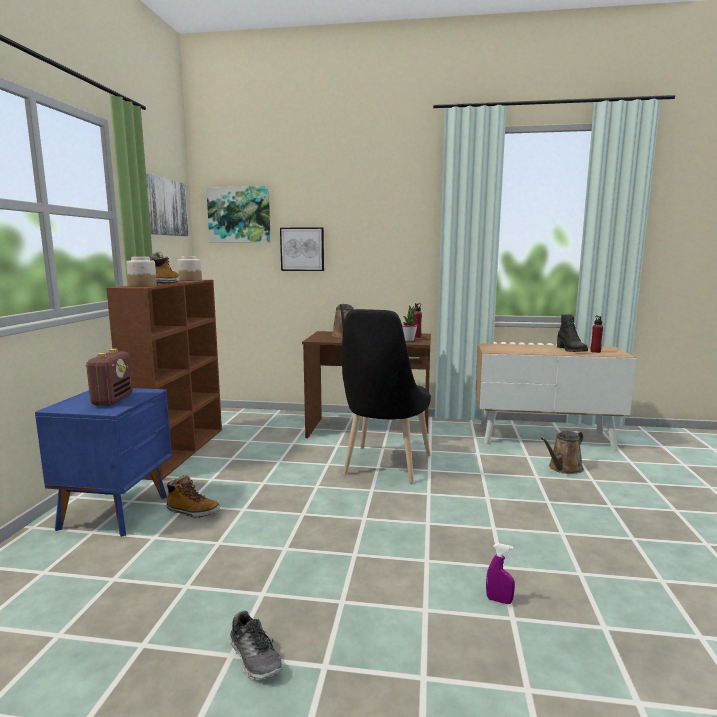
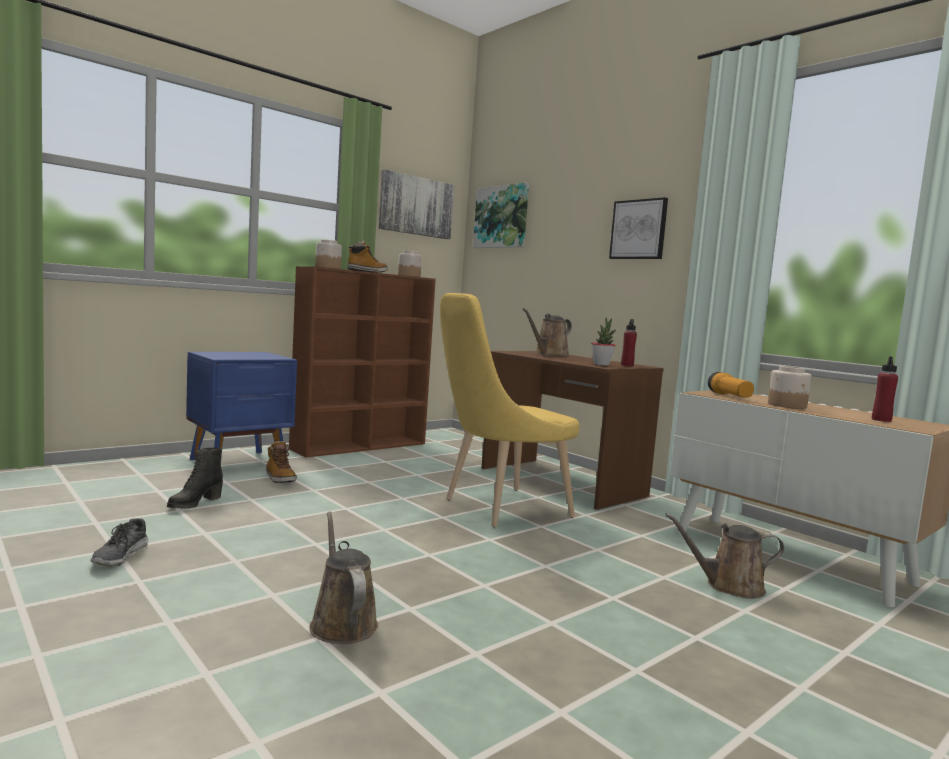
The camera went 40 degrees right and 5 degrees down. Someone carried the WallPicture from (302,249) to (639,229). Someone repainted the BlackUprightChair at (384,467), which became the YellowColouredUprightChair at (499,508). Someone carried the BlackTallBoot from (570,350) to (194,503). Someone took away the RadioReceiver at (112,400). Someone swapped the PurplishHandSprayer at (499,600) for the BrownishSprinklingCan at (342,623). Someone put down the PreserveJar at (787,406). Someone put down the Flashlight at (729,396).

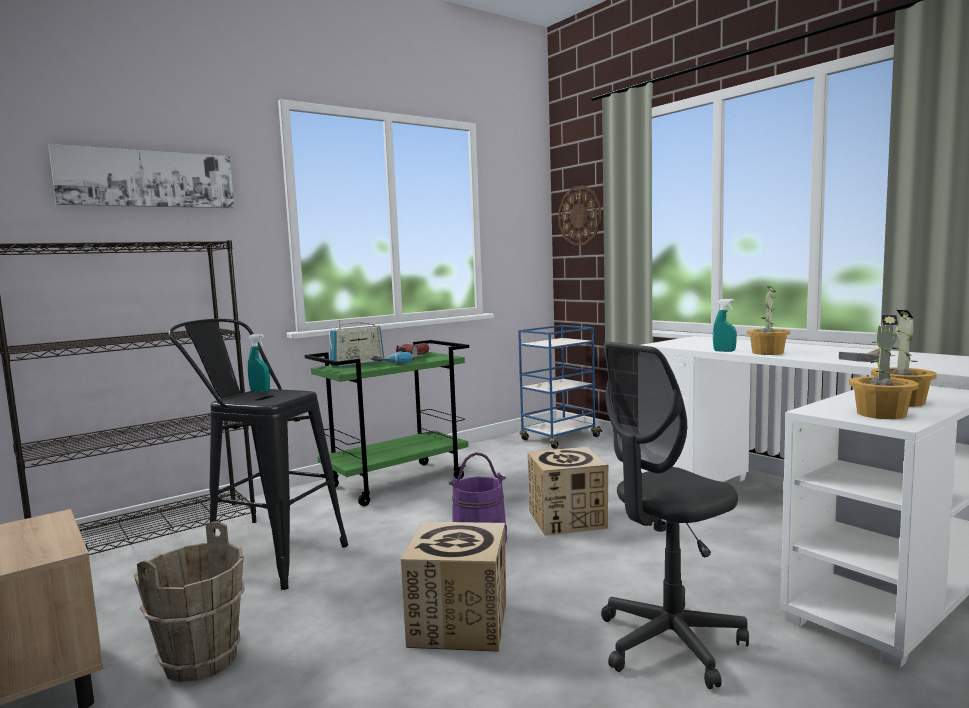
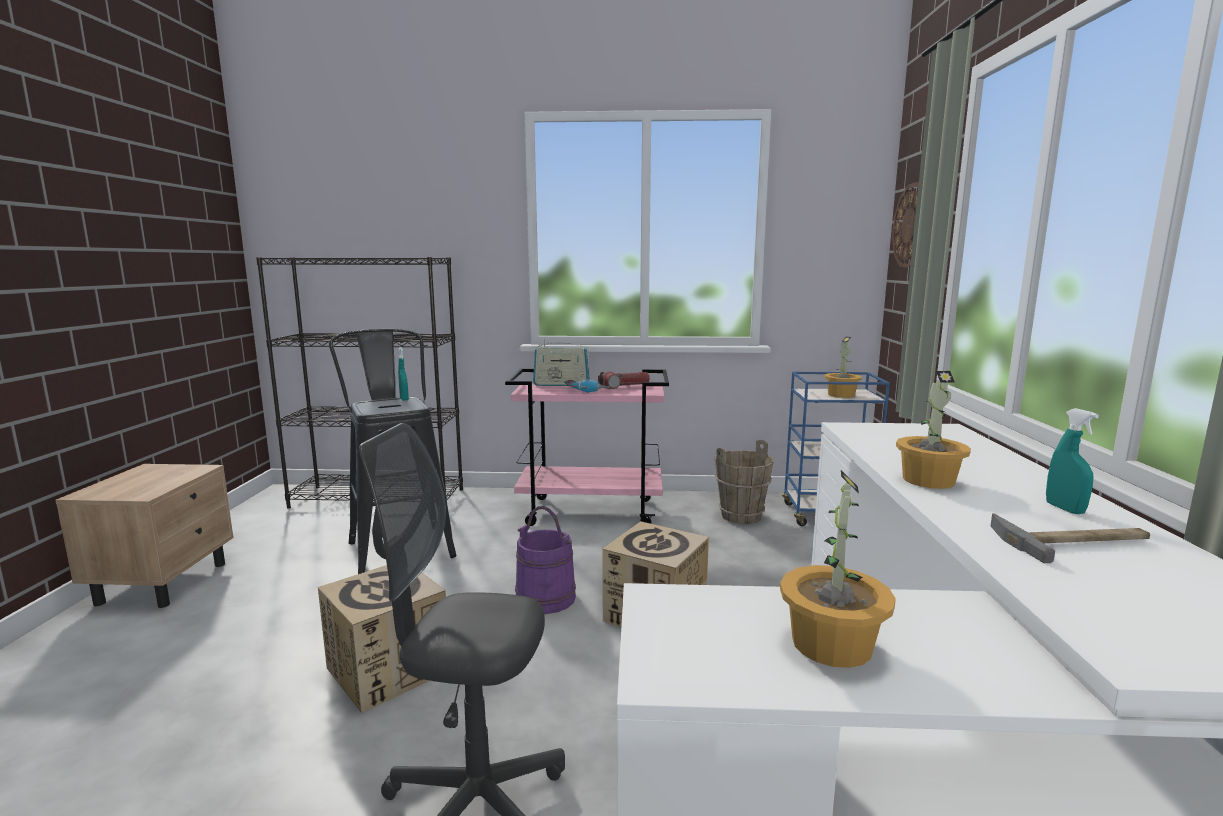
The camera went 40 degrees right and 5 degrees up. Someone took away the WallPicture at (147,179). Someone carried the TurquoiseHandSprayer from (724,351) to (1064,509). Someone carried the PlantInAPot from (881,414) to (841,395). Someone repainted the GreenishCart at (397,482), which became the PinkColouredCart at (592,512). Someone carried the BrownishWaterBucket from (202,661) to (741,516).

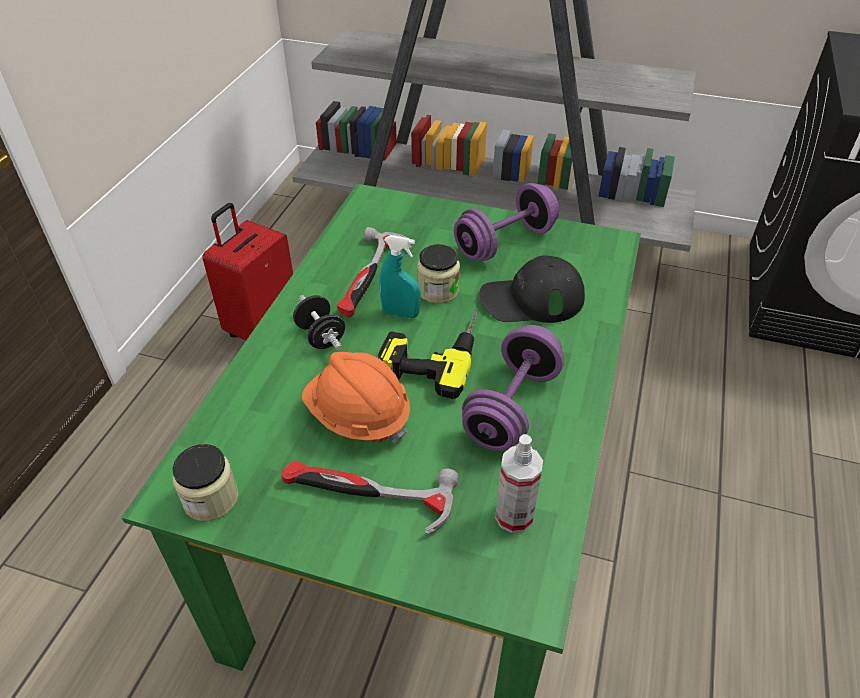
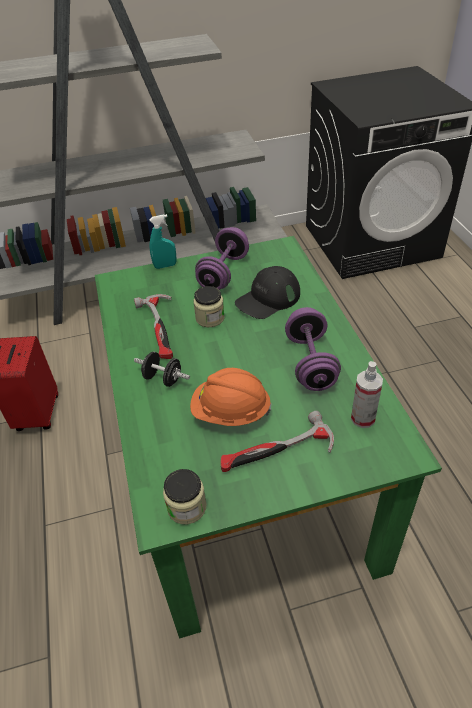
The camera went 30 degrees left and 0 degrees up. Someone carried the TurquoiseHandSprayer from (400,313) to (165,266). Someone took away the Drill at (432,352).

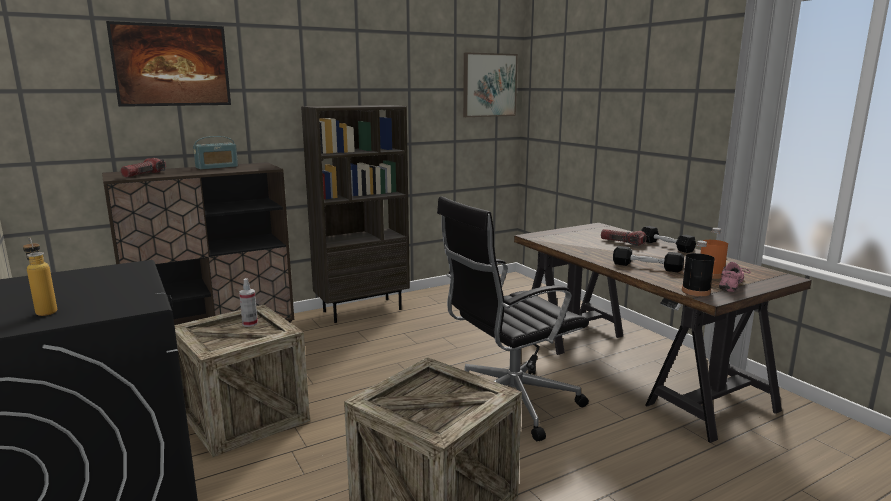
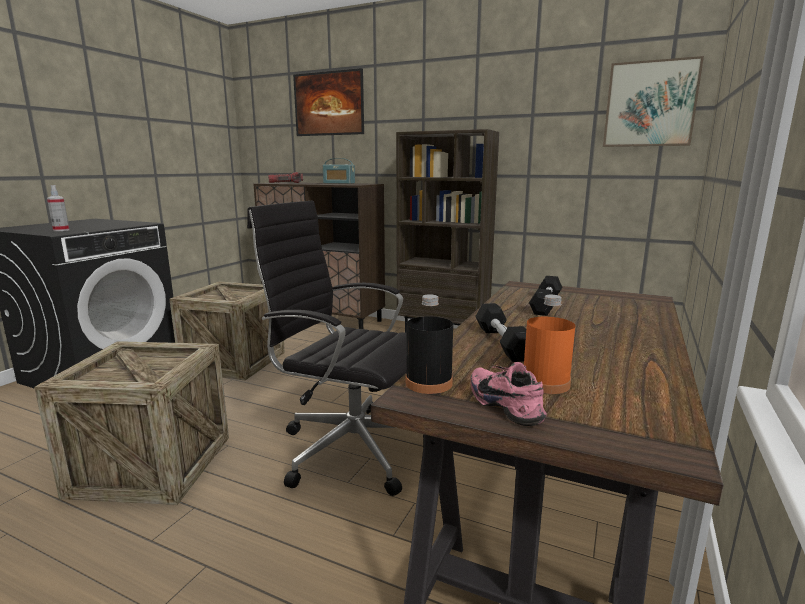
The camera went 55 degrees right and 0 degrees up. Someone carried the BlackFreeWeight from (666,246) to (545,304). Someone took away the Flashlight at (622,243). Someone took away the BeverageBottle at (45,311). Someone rotated the PinkColouredItemOfFootwear at (733,286) by 120 degrees counterclockwise. Someone carried the HandSprayer from (250,323) to (61,230).

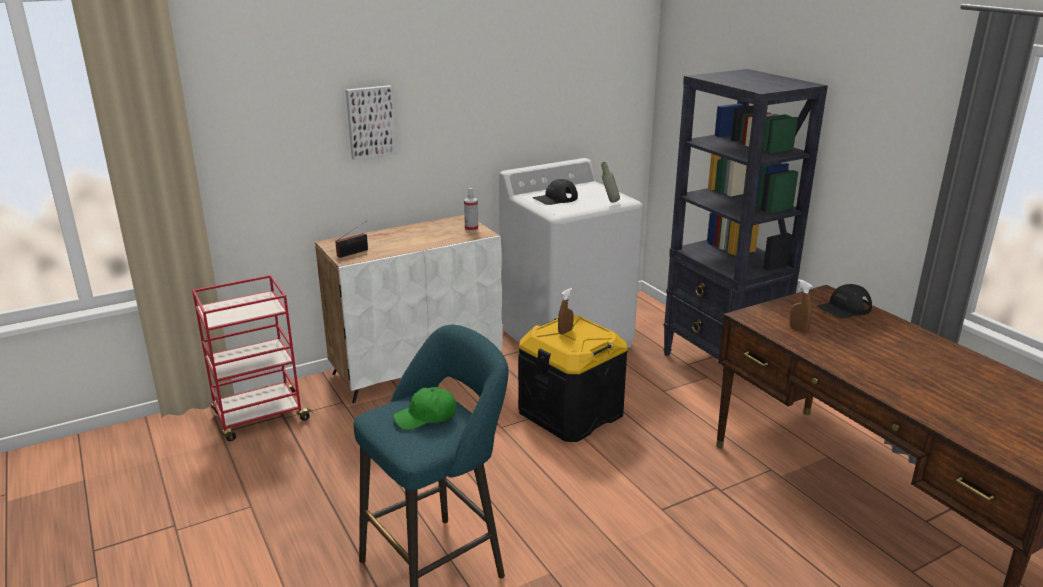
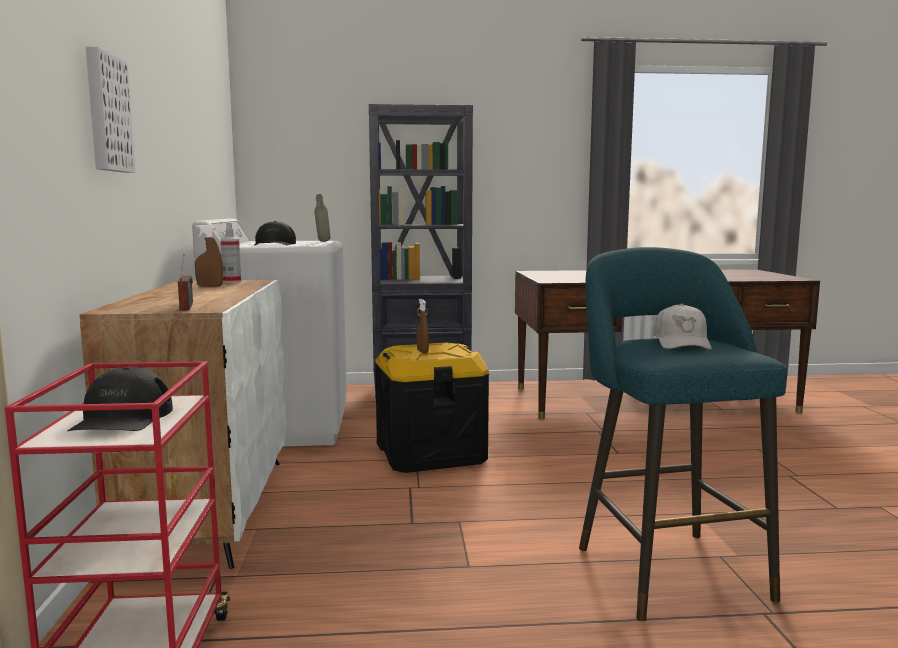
The camera went 65 degrees left and 15 degrees down. Someone carried the BrownishHandSprayer from (798,330) to (210,286). Someone carried the BlackCap from (844,308) to (122,418). Someone repainted the GreenishCap at (426,417), which became the WhiteCap at (681,343).

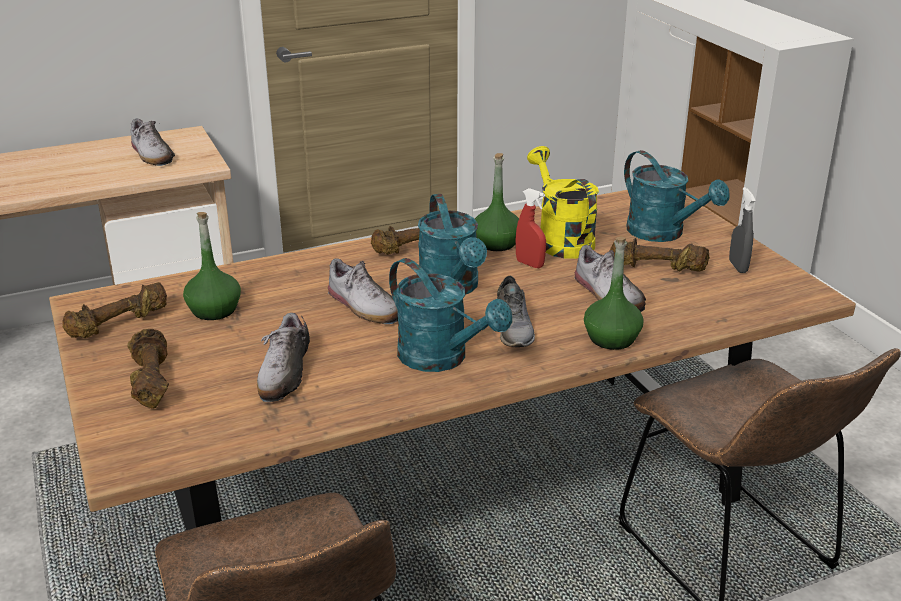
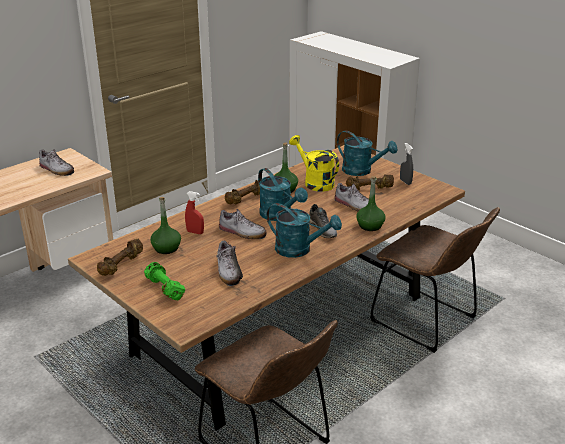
The camera went 20 degrees left and 0 degrees up. Someone carried the RedHandSprayer from (529,264) to (195,232). Someone repainted the BrownishFreeWeight at (150,382), which became the GreenishFreeWeight at (164,289).

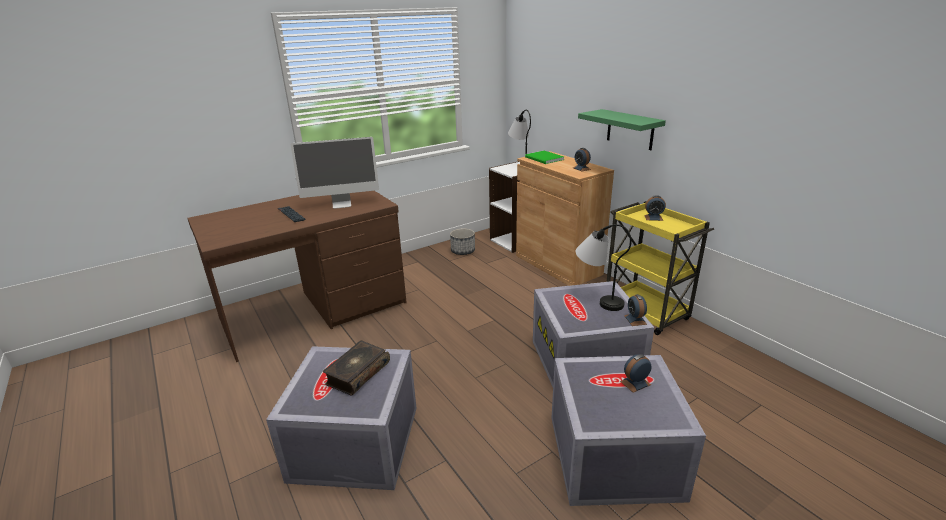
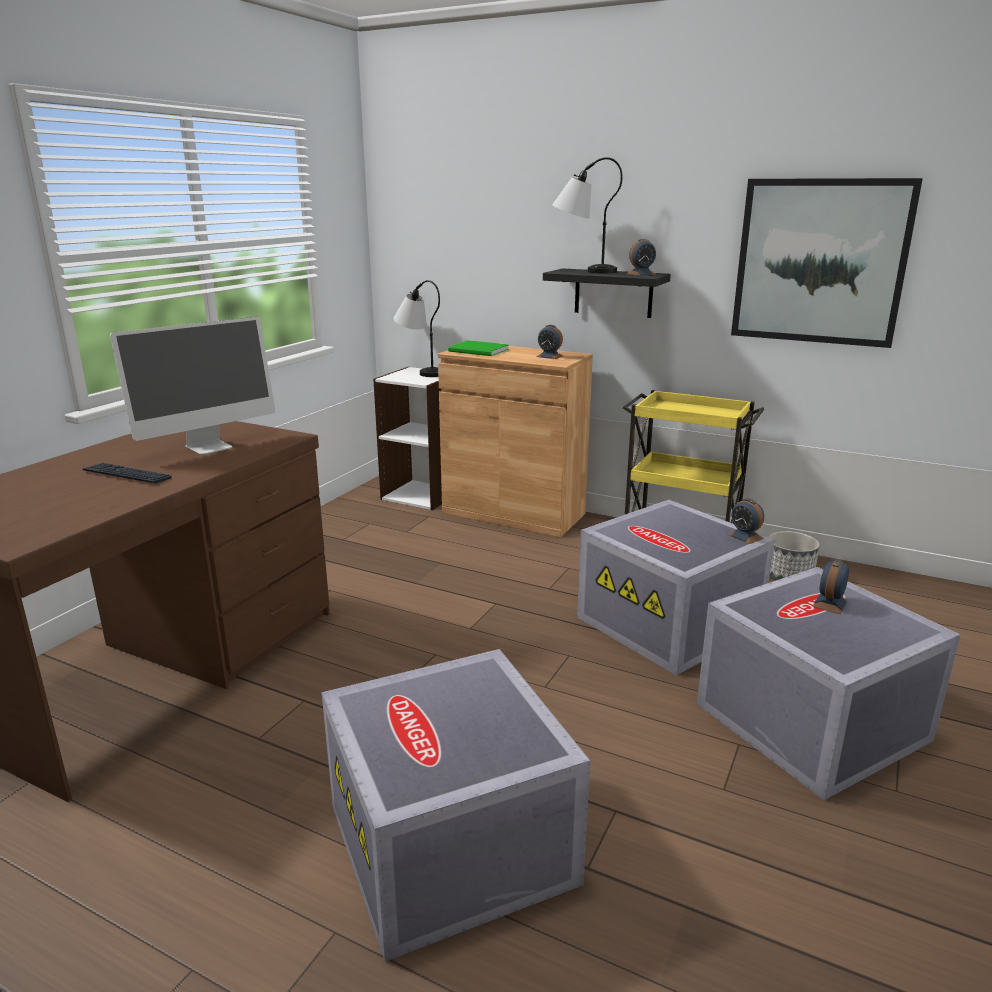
The camera went 30 degrees left and 5 degrees down. Someone repainted the GreenishShelf at (630,129), which became the BlackShelf at (613,293). Someone carried the AlarmClock from (653,218) to (641,274). Someone carried the TableLamp from (597,298) to (582,271). Someone carried the PlantPot from (463,251) to (788,576). Someone took away the BoundBook at (357,373). Someone put up the WallPicture at (820,262).

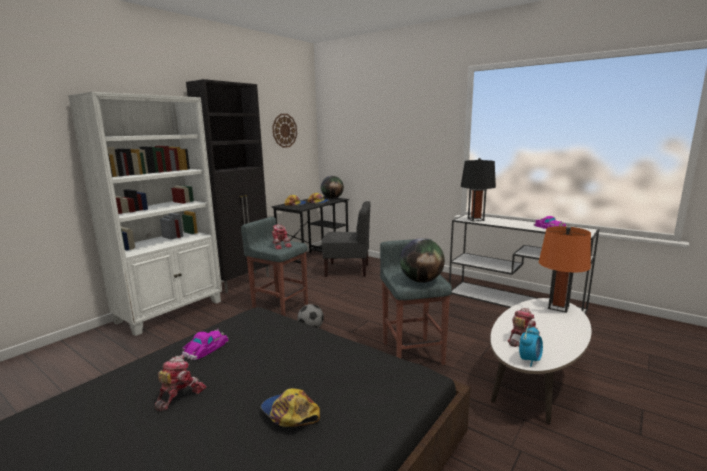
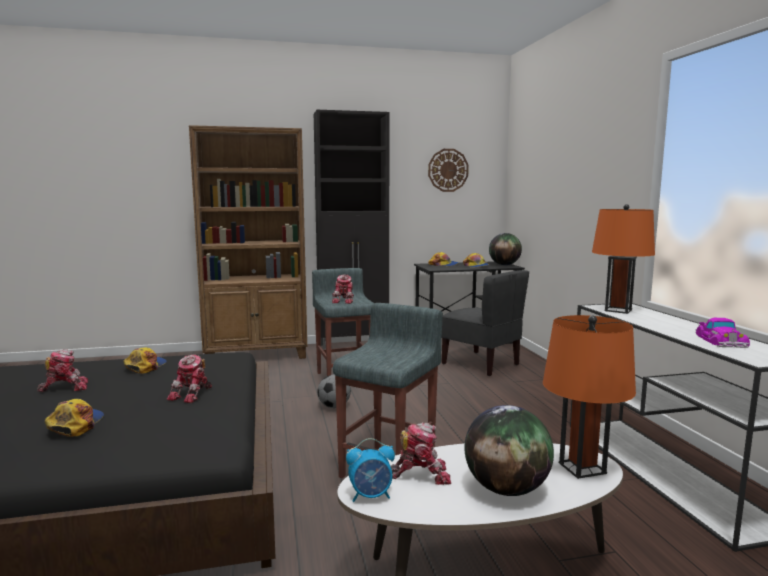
The camera went 40 degrees right and 5 degrees down. Someone repainted the WhiteBookshelf at (171,311), which became the BrownishBookshelf at (257,354). Someone repainted the BlackTableLamp at (475,219), which became the OrangeTableLamp at (618,310). Someone carried the WorldGlobe from (421,281) to (506,489). Someone swapped the ToyCar at (205,348) for the Cap at (145,366). Someone put down the ToyRobot at (192,394).

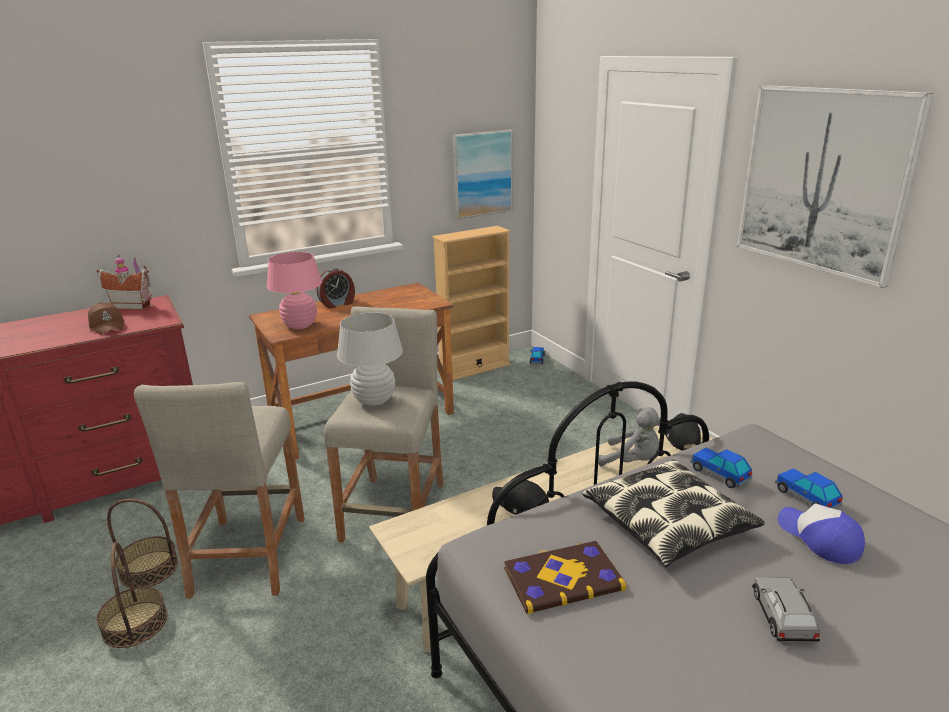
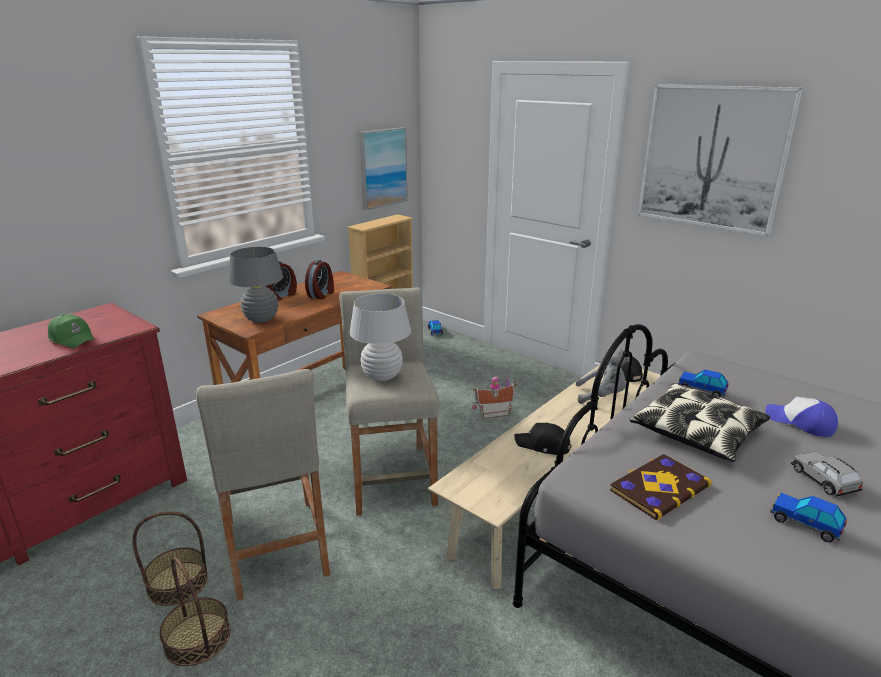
The camera went 20 degrees left and 0 degrees up. Someone repainted the PinkColouredTableLamp at (300,325), which became the GrayTableLamp at (261,319). Someone carried the ModelHouse from (133,305) to (493,412). Someone repainted the BrownishCap at (107,325), which became the GreenishCap at (72,338). Someone carried the ToyCar from (806,498) to (805,524). Someone put down the AlarmClock at (321,294).

